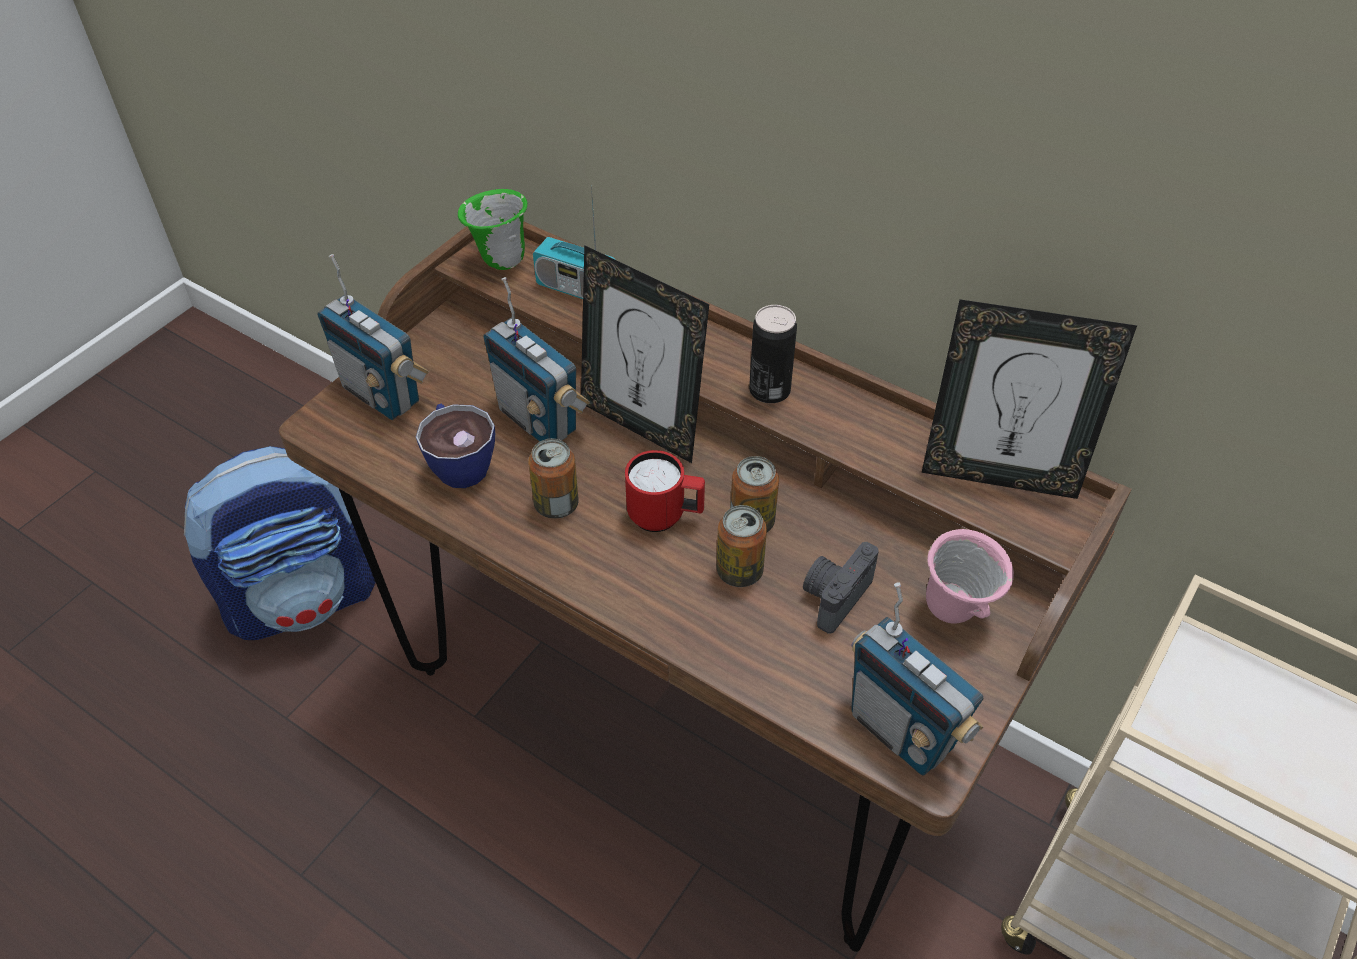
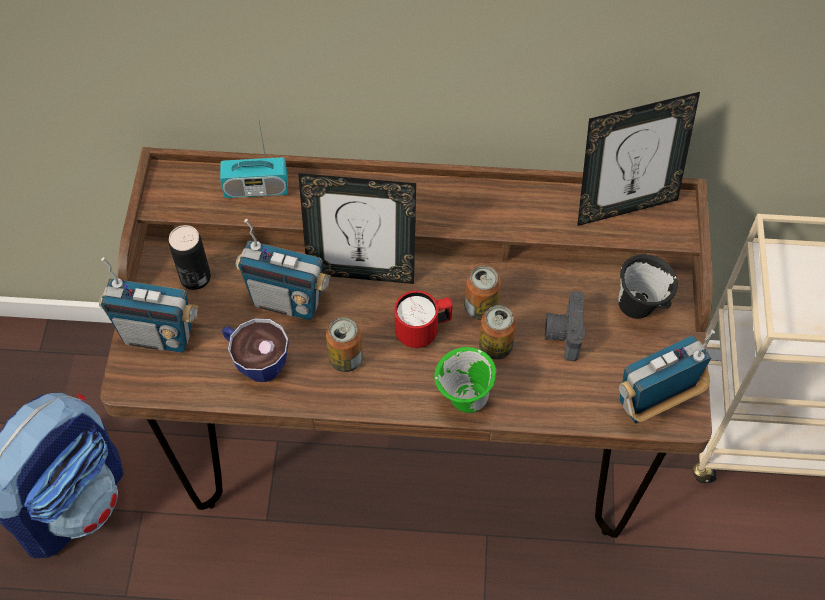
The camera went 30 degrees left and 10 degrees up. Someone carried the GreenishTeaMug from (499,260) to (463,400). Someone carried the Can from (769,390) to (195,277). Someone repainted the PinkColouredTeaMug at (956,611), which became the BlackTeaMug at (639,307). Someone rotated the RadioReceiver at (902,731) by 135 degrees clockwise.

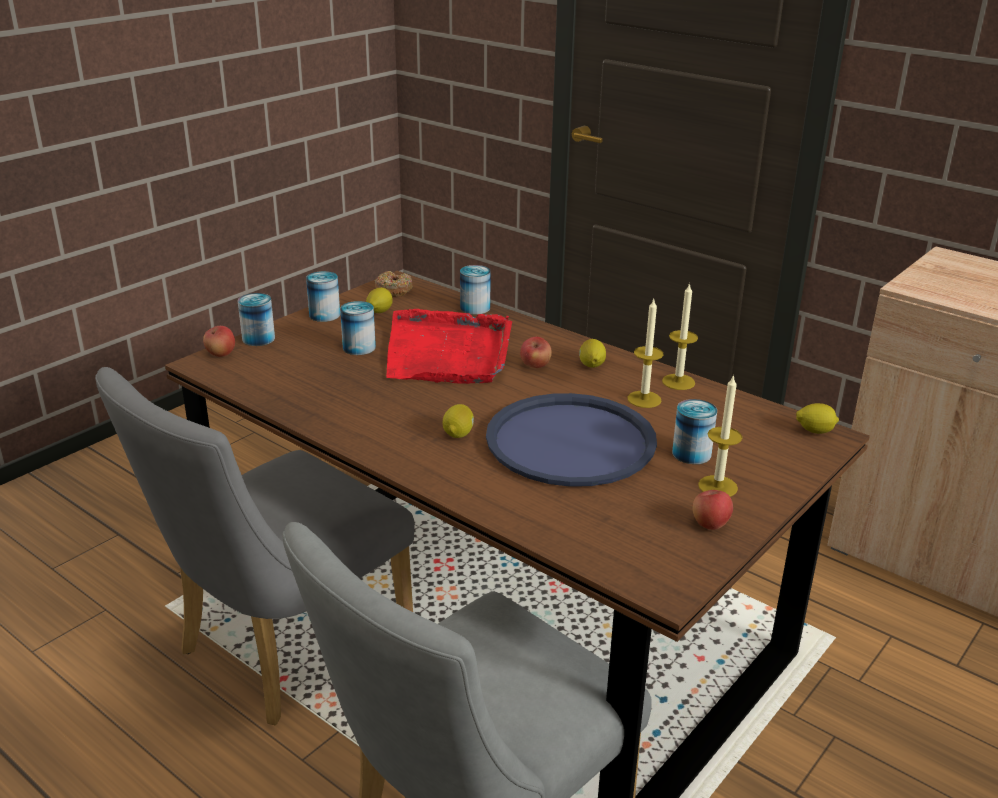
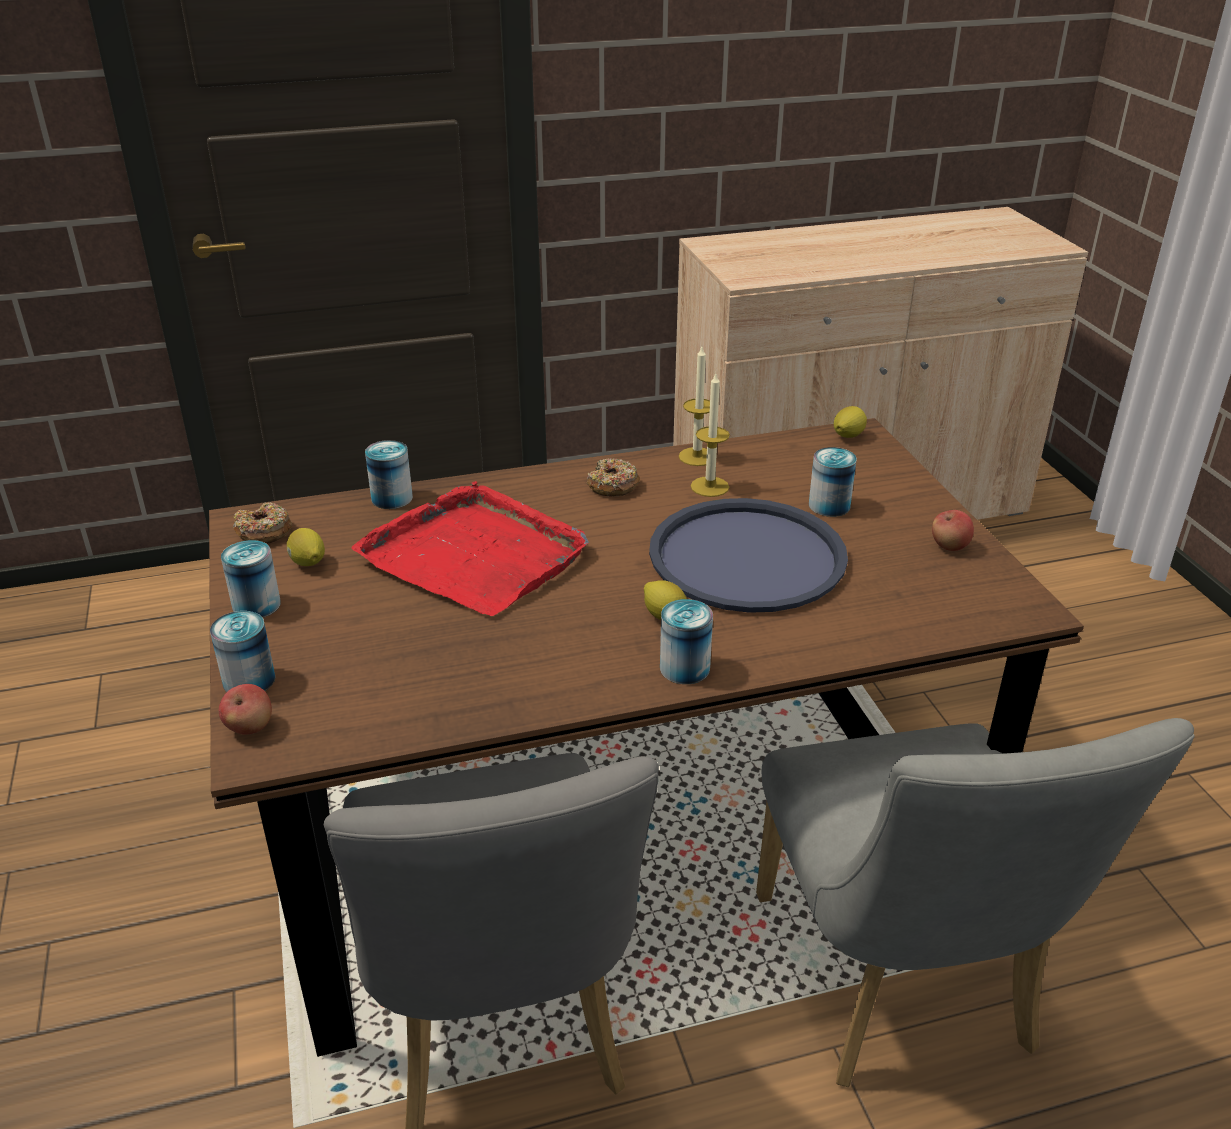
The camera went 55 degrees left and 5 degrees up. Someone carried the Can from (359,347) to (684,668). Someone took away the WholeApple at (535,366). Someone swapped the Lemon at (591,366) for the Donut at (613,486). Someone took away the WaxLight at (717,486).

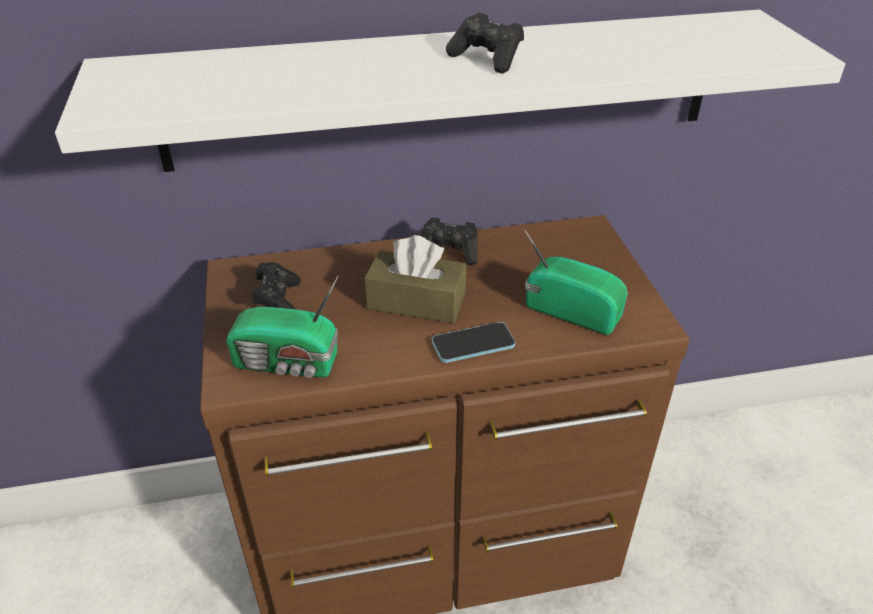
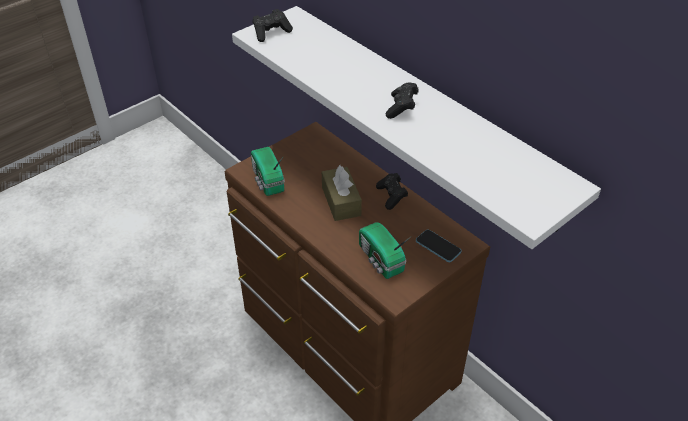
The camera went 60 degrees right and 5 degrees up. Someone rotated the RadioReceiver at (570,310) by 150 degrees clockwise. Someone carried the BlackGamepad from (278,301) to (271,32). Someone carried the Telephone from (473,344) to (438,247).

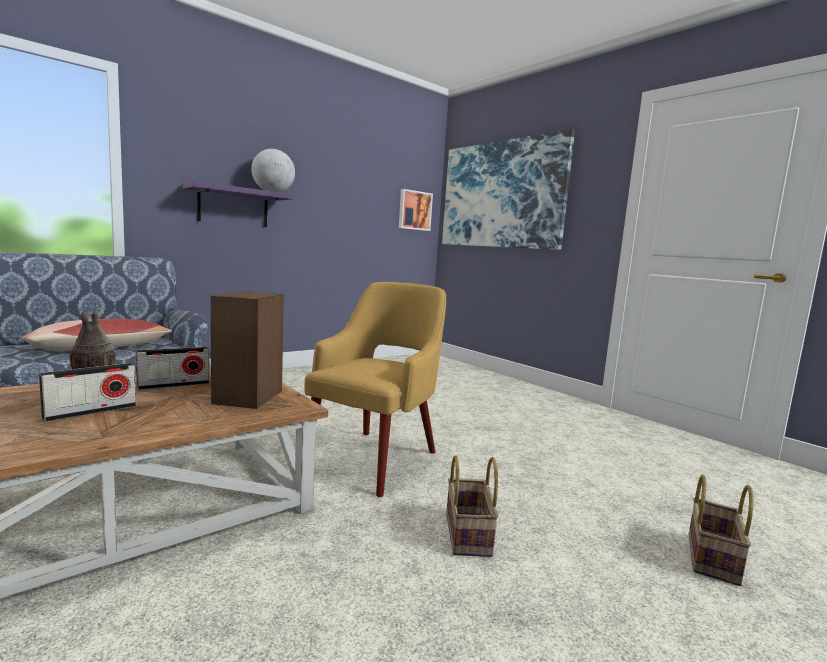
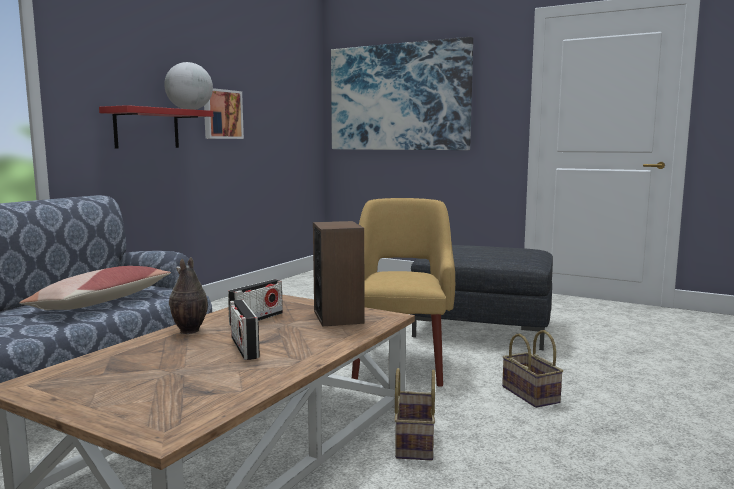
The camera went 20 degrees left and 0 degrees up. Someone repainted the PurplishShelf at (233,207), which became the RedShelf at (147,128). Someone carried the WallPicture from (414,210) to (222,114). Someone rotated the RadioReceiver at (91,412) by 135 degrees clockwise. Someone carried the StorageBasket from (710,557) to (413,442). Someone put down the GrayPouffe at (482,327).

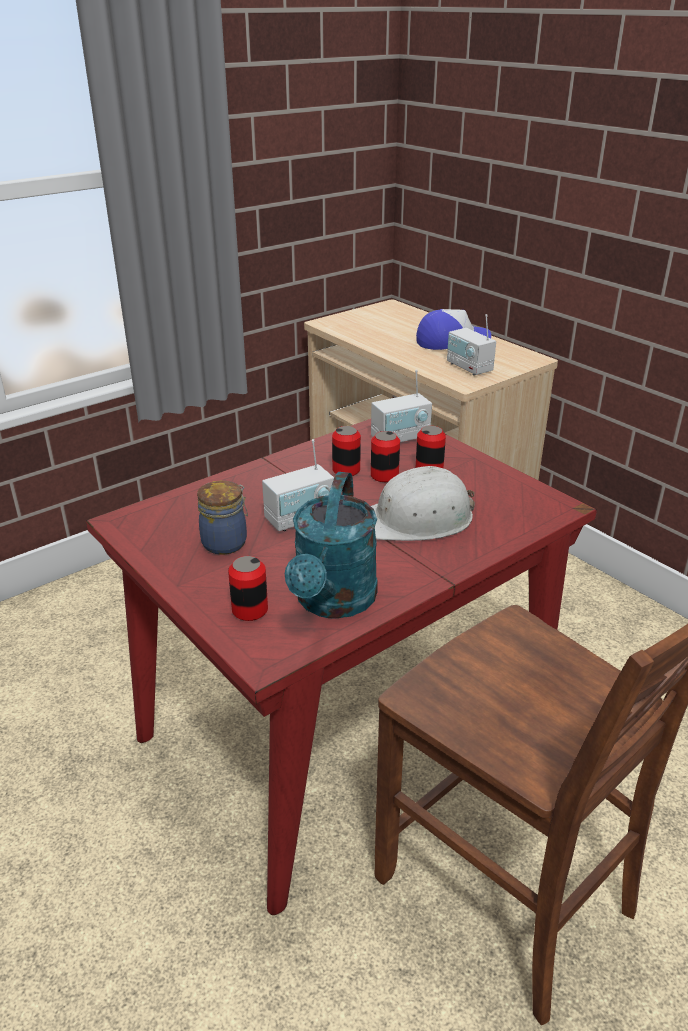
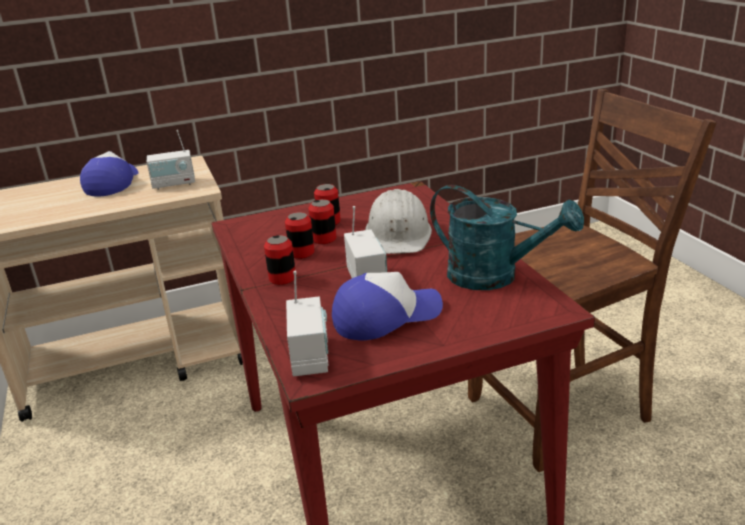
The camera went 70 degrees left and 5 degrees down. Someone carried the RadioReceiver from (400,438) to (310,357). Someone swapped the PreserveJar at (226,542) for the Cap at (386,316). Someone carried the Can from (250,610) to (282,278).

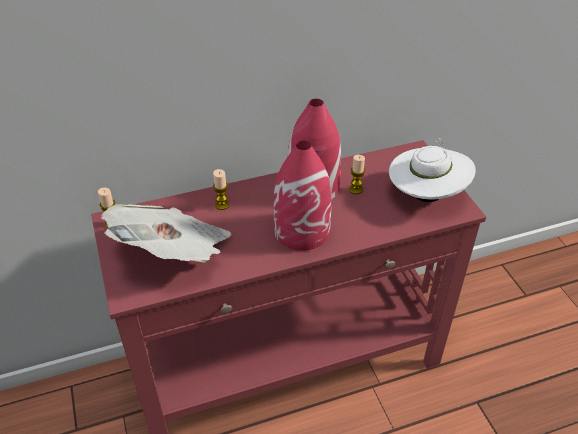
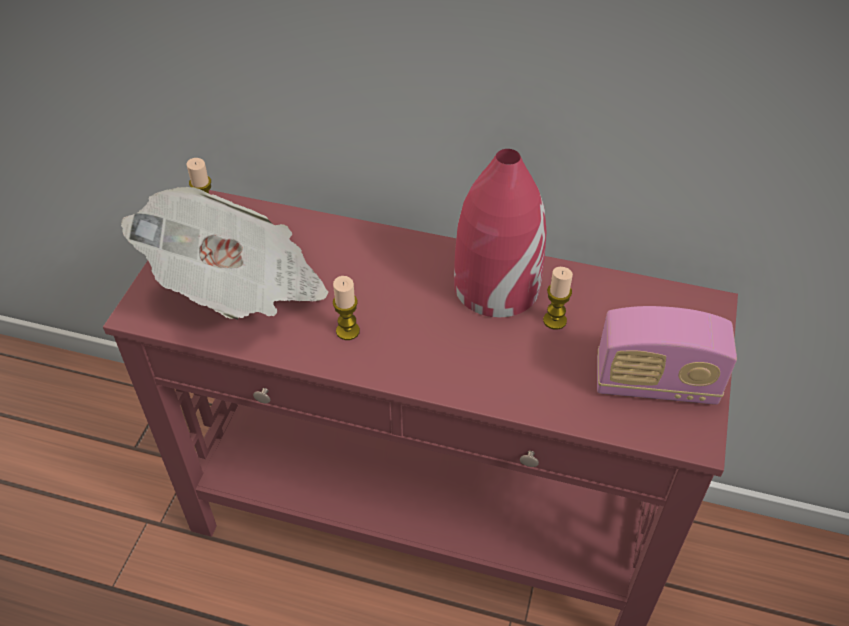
The camera went 35 degrees right and 5 degrees up. Someone swapped the WhiteHat at (426,195) for the RadioReceiver at (655,384). Someone took away the RedDecorativeVase at (302,230). Someone carried the WaxLight from (222,205) to (347,331).

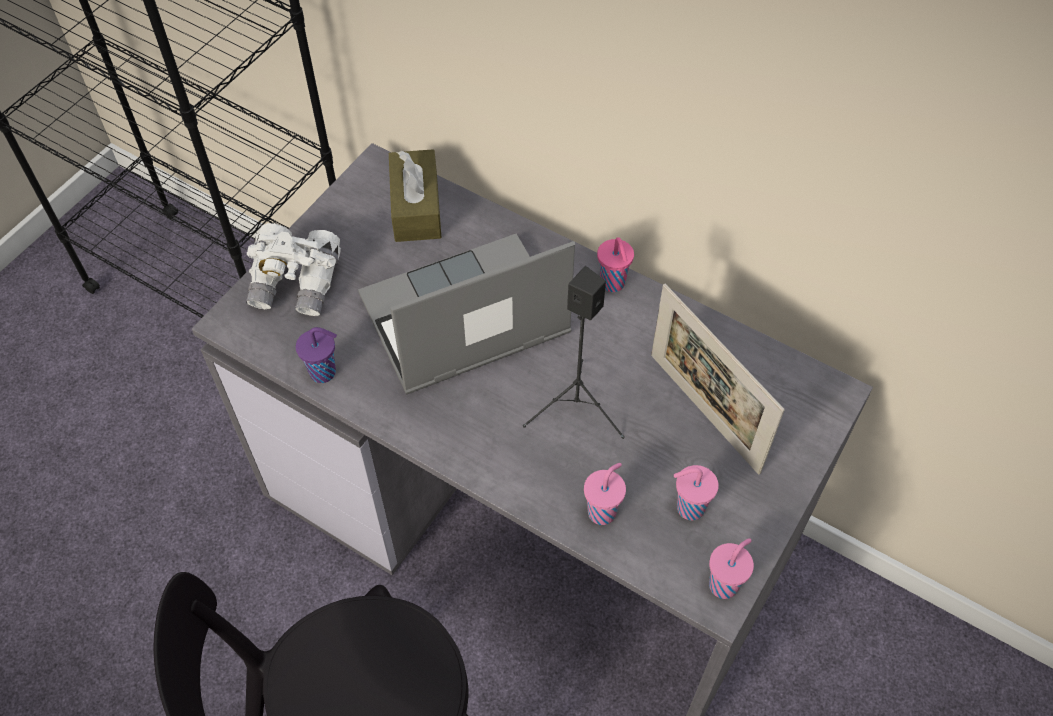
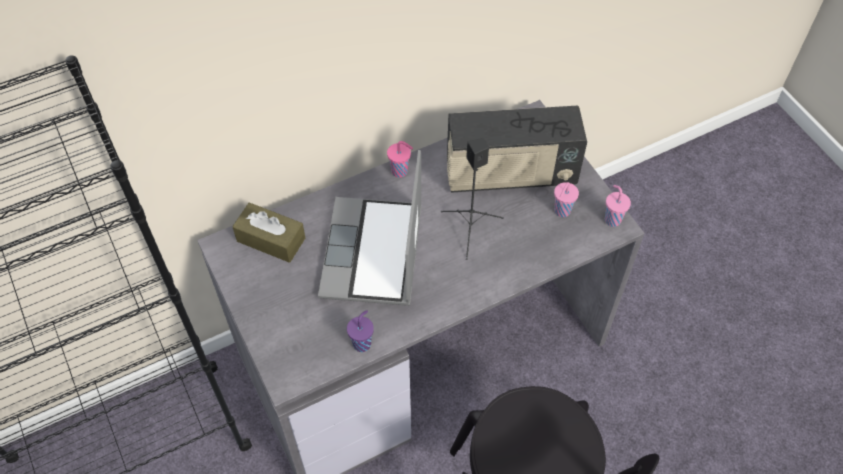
The camera went 60 degrees left and 0 degrees up. Someone took away the WhiteFieldGlasses at (297,283). Someone swapped the StandingFrame at (704,412) for the RadioReceiver at (510,175). Someone took away the PinkColouredCup at (603,511).

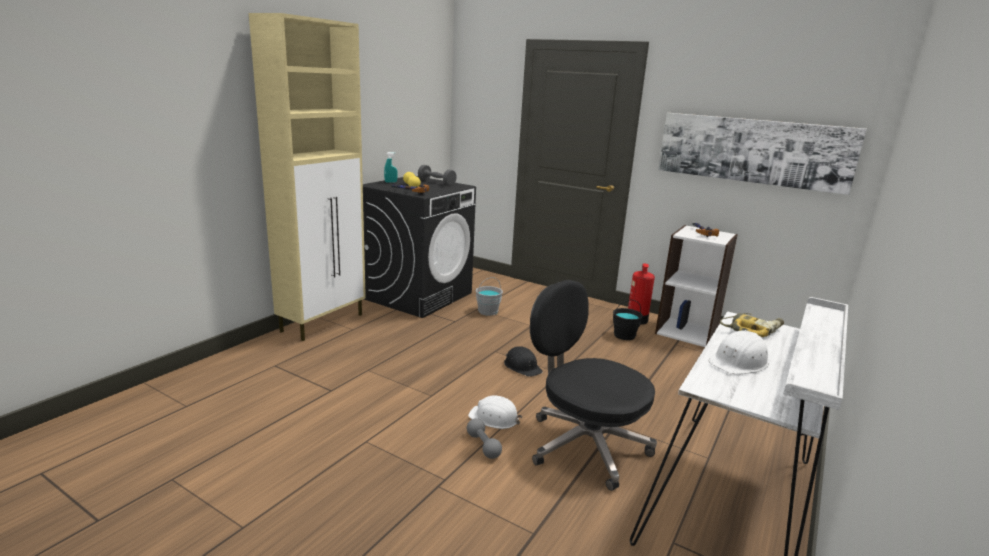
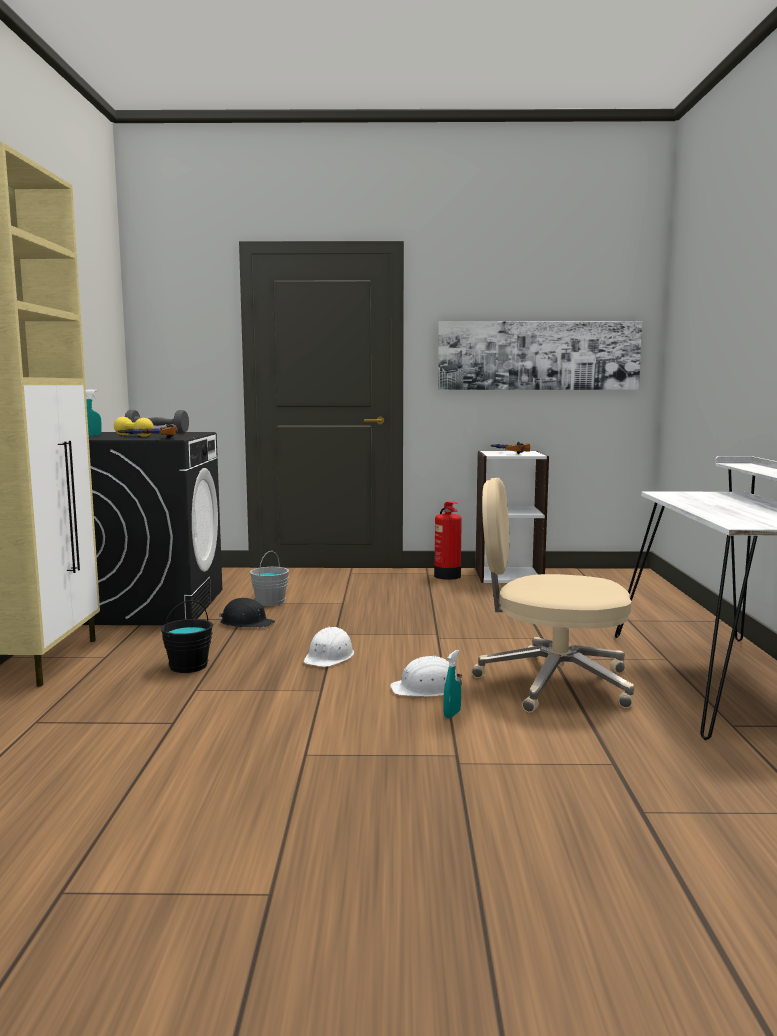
The camera went 30 degrees left and 10 degrees down. Someone repainted the BlackDeskChair at (584,445), which became the BeigeDeskChair at (551,682). Someone carried the BlackWaterBucket from (624,335) to (188,666). Someone took away the Drill at (752,329). Someone carried the WhiteHardHat from (739,362) to (329,657). Someone carried the BlackHardHat from (522,366) to (246,623). Someone swapped the GrayFreeWeight at (483,445) for the TurquoiseHandSprayer at (452,714).

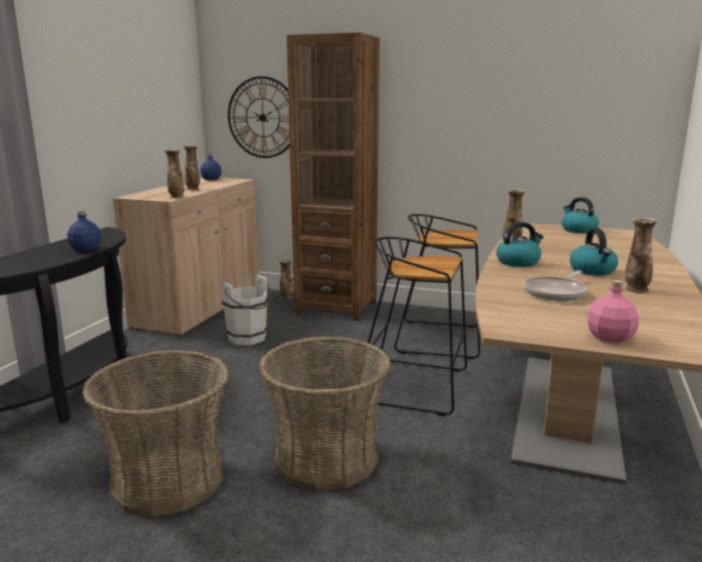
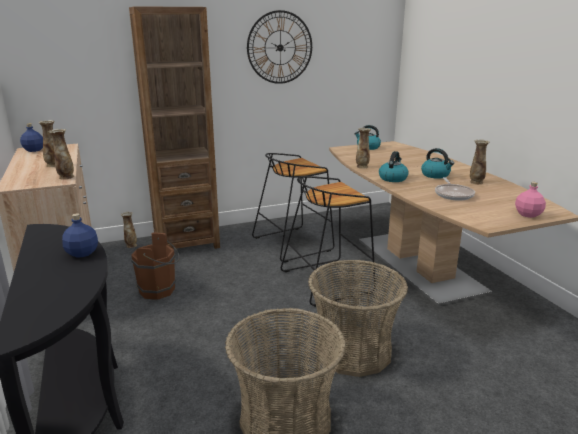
The camera went 40 degrees left and 5 degrees up. Someone carried the HangingClock from (263,117) to (280,47). Someone repainted the WhiteWaterBucket at (249,339), which became the BrownishWaterBucket at (160,291).

